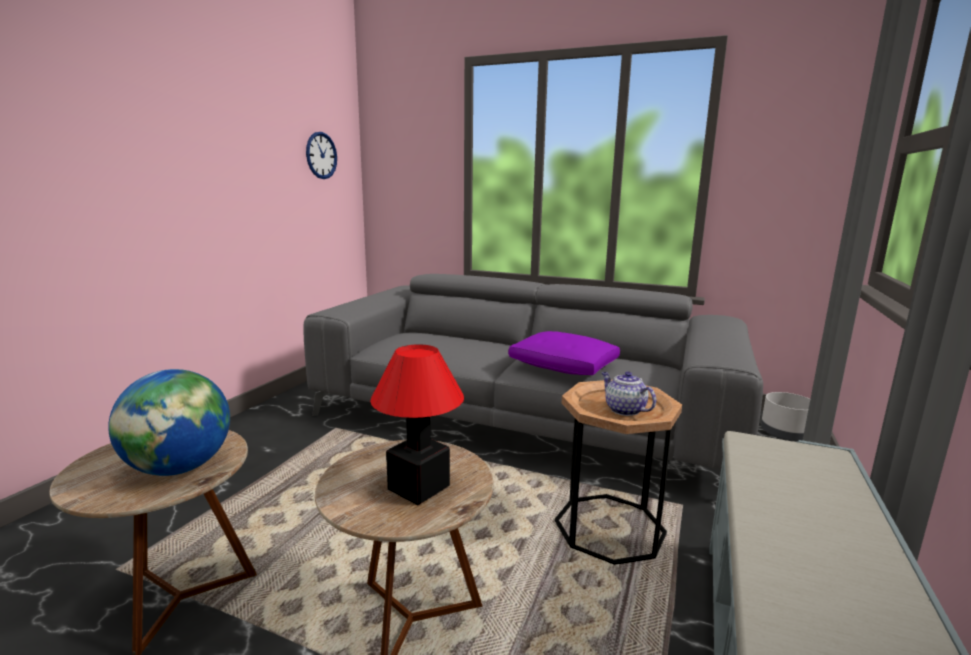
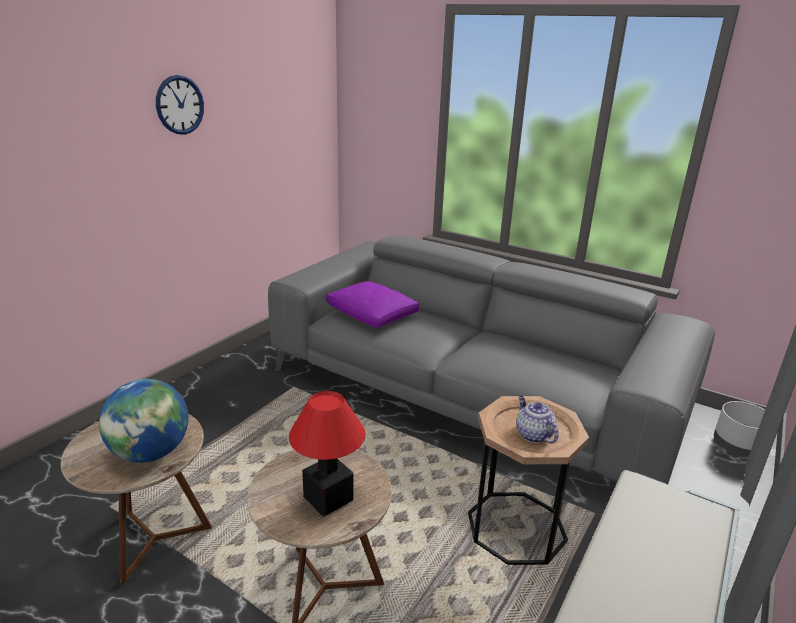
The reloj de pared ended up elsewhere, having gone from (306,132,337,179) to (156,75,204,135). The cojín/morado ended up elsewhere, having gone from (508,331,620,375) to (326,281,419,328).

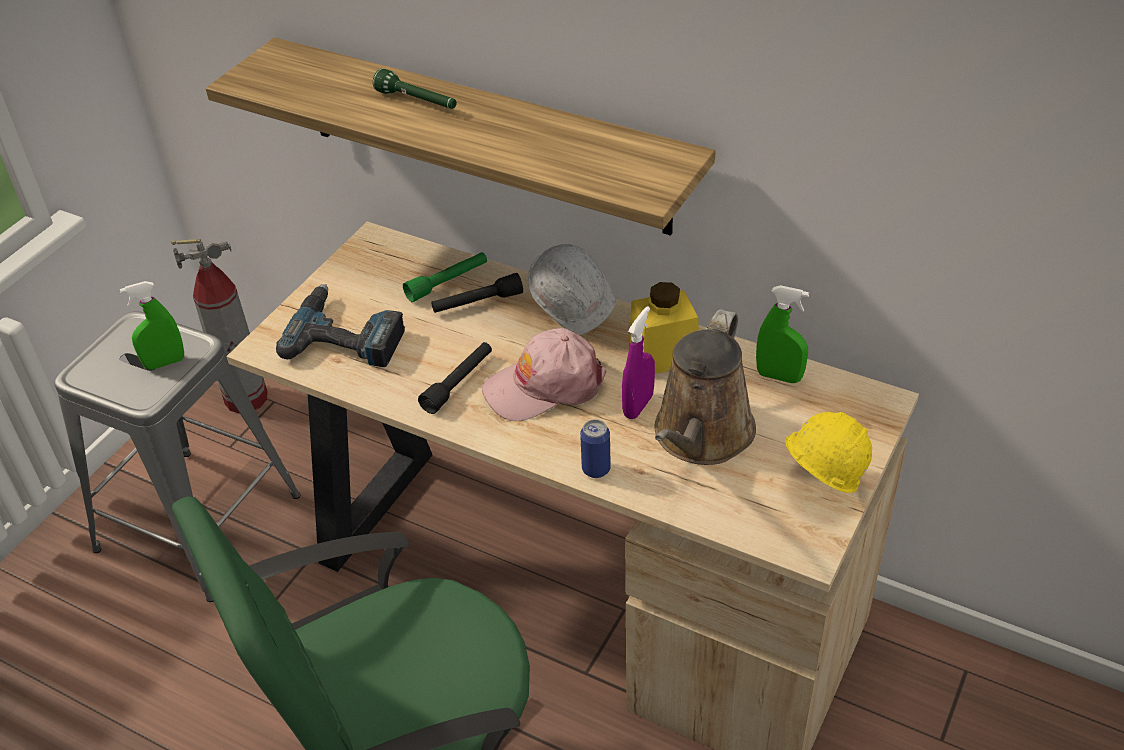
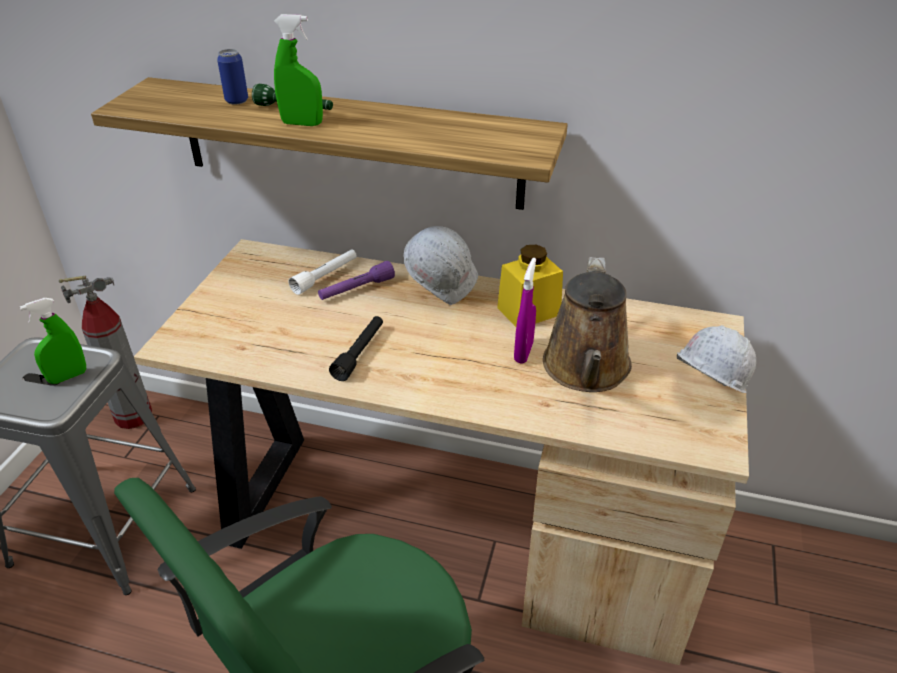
The second view lost the taladro at (276,284,405,367). The second view lost the gorra/rosa at (482,328,607,421). The lata ended up elsewhere, having gone from (580,419,611,478) to (217,49,248,105). The pulverizador/verde ended up elsewhere, having gone from (756,285,809,383) to (274,14,323,126). What was the linterna/verde at (403,252,487,303) turned into the linterna/blanco at (288,249,357,295). What was the linterna/negro at (431,273,523,313) turned into the linterna/morado at (318,261,395,300). What was the casco/amarillo at (785,412,872,494) turned into the casco/blanco at (677,325,756,393).

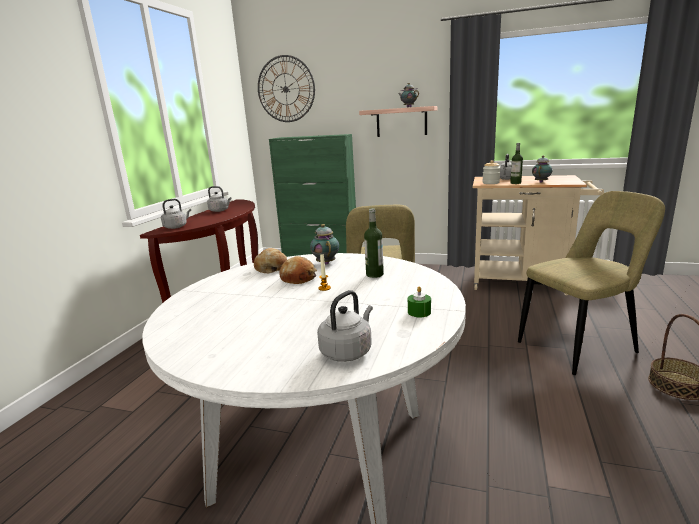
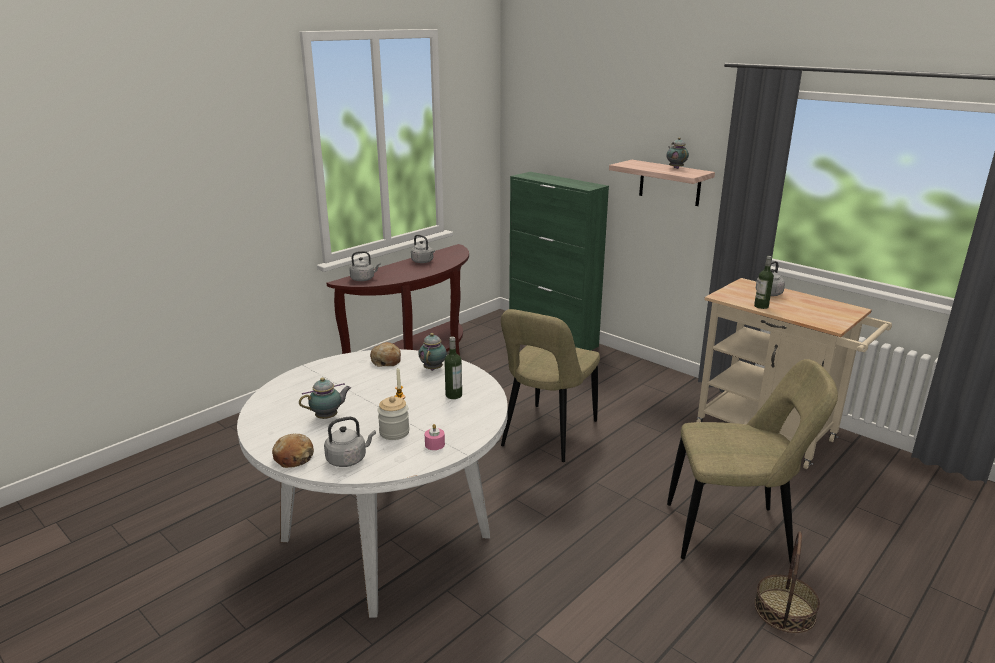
The second view lost the reloj de pared at (258,55,315,122). The pan ended up elsewhere, having gone from (279,256,317,284) to (272,434,314,468). The tarro ended up elsewhere, having gone from (482,160,500,184) to (377,396,410,440). The tetera ended up elsewhere, having gone from (532,156,552,183) to (299,377,351,419). What was the vela/verde at (408,286,431,317) turned into the vela/rosa at (425,424,445,450).

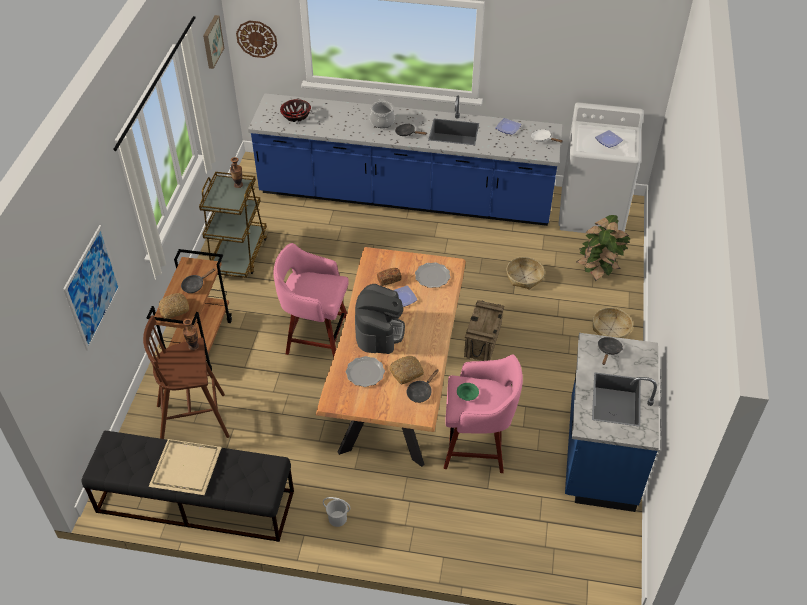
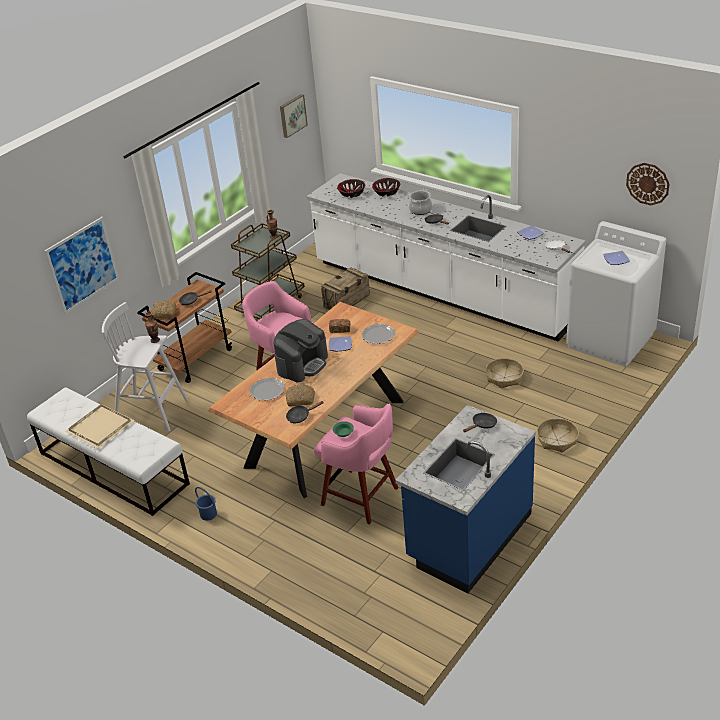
The second view lost the planta en maceta at (577,215,630,282). The second view gained the cuenco at (372,178,400,197). The reloj de pared ended up elsewhere, having gone from (236,21,277,58) to (626,163,670,205). The caja de embalaje ended up elsewhere, having gone from (464,300,504,361) to (321,267,370,310). What was the banco/negro at (82,431,294,542) turned into the banco/blanco at (27,388,190,516). What was the taburete/marrón at (143,316,230,439) turned into the taburete/blanco at (102,302,188,431). What was the mueble bajo de cocina/azul at (248,93,562,226) turned into the mueble bajo de cocina/blanco at (307,173,586,341). What was the cubo/blanco at (323,497,350,527) turned into the cubo/azul at (195,487,217,521).

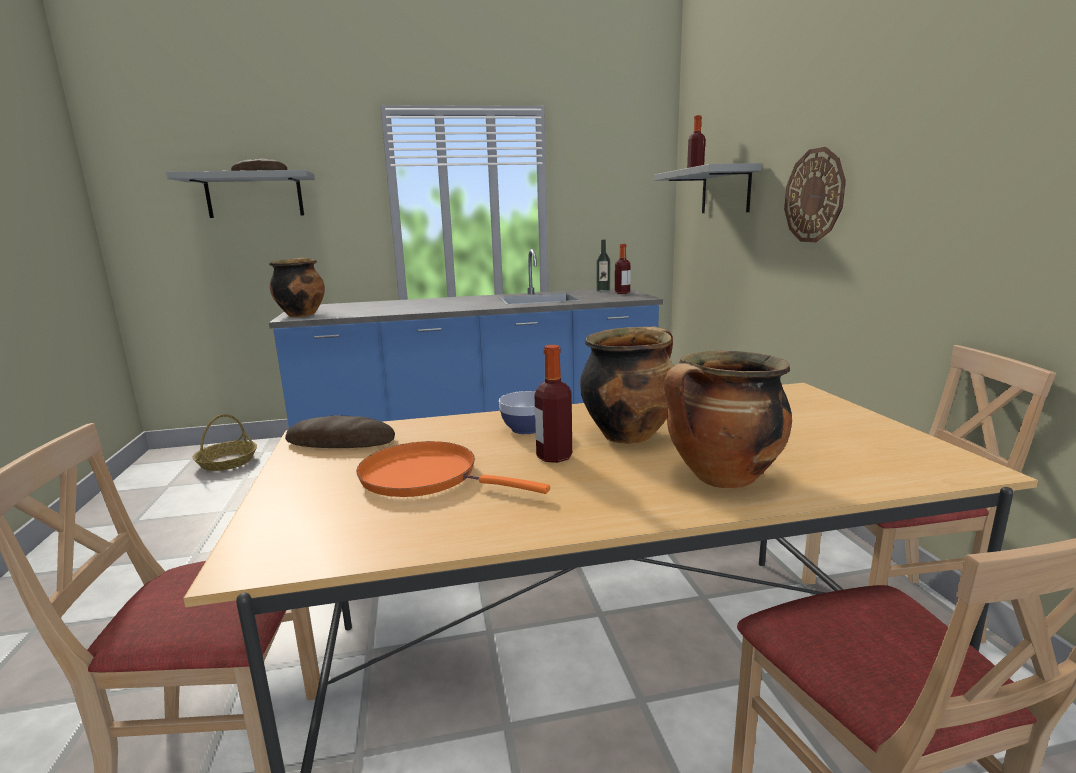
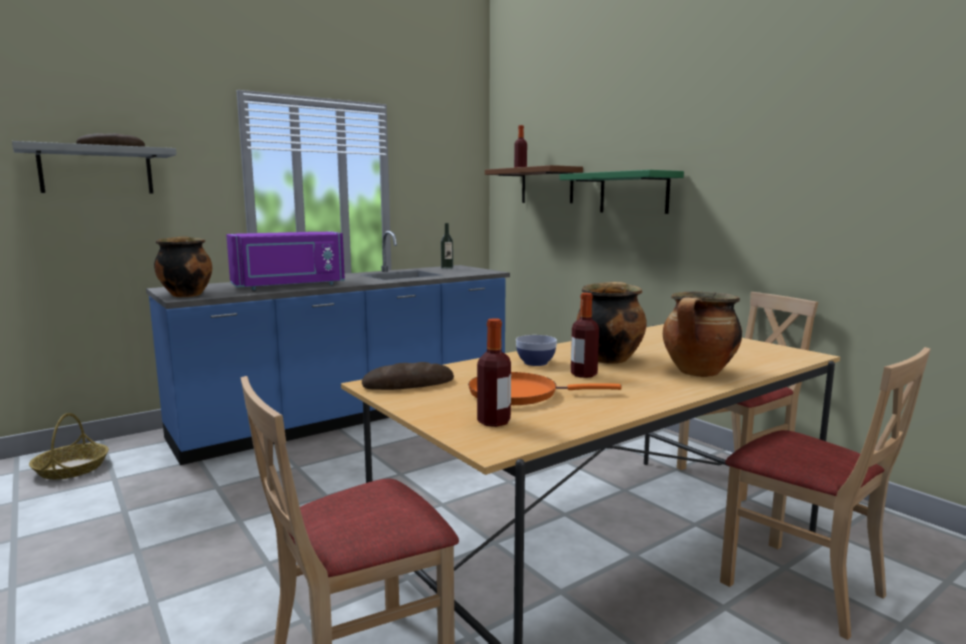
The second view gained the microondas/morado at (226,231,345,290). The botella ended up elsewhere, having gone from (615,244,631,294) to (477,318,511,427). Where the reloj de pared hung at (784,147,846,242), the estante/verde came to hang at (559,170,684,214). What was the estante/gris at (654,163,762,213) turned into the estante/marrón at (485,165,583,203).

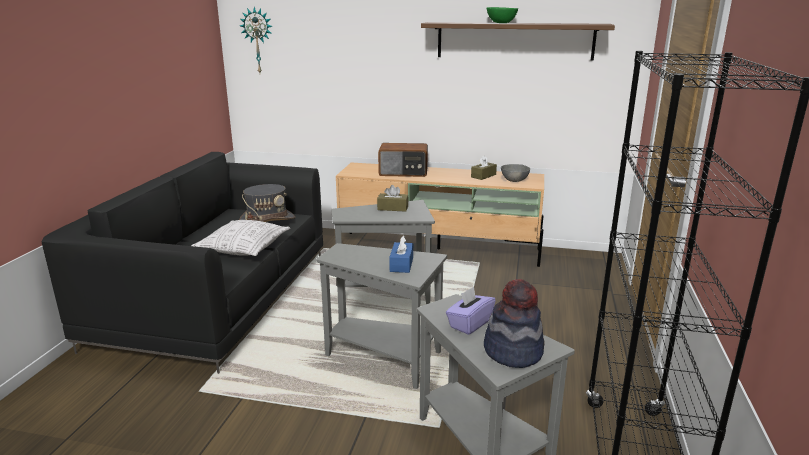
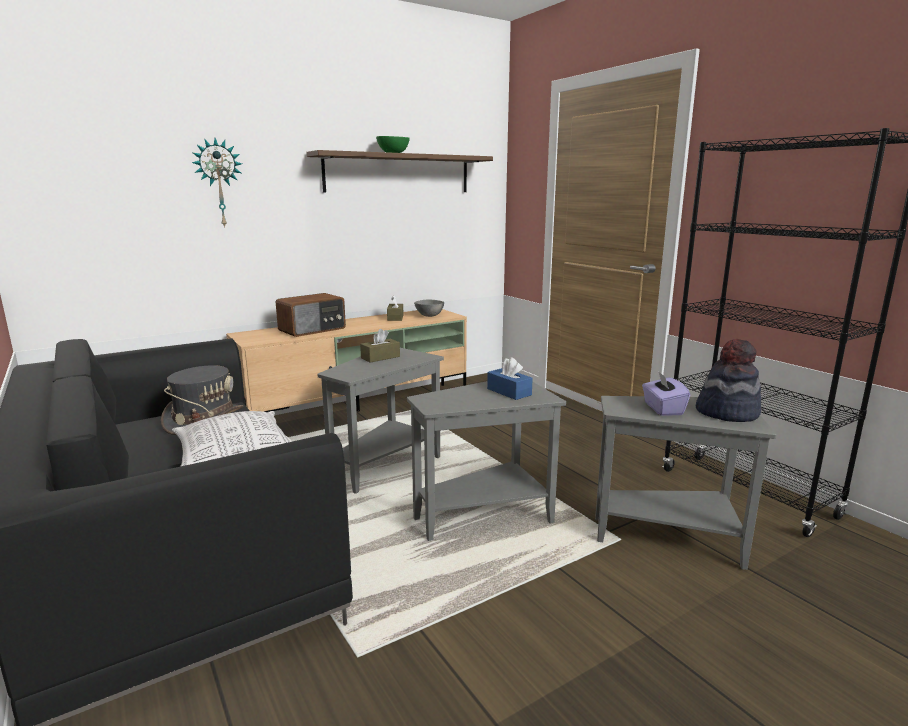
The reloj de pared ended up elsewhere, having gone from (239,7,272,73) to (192,138,242,228).

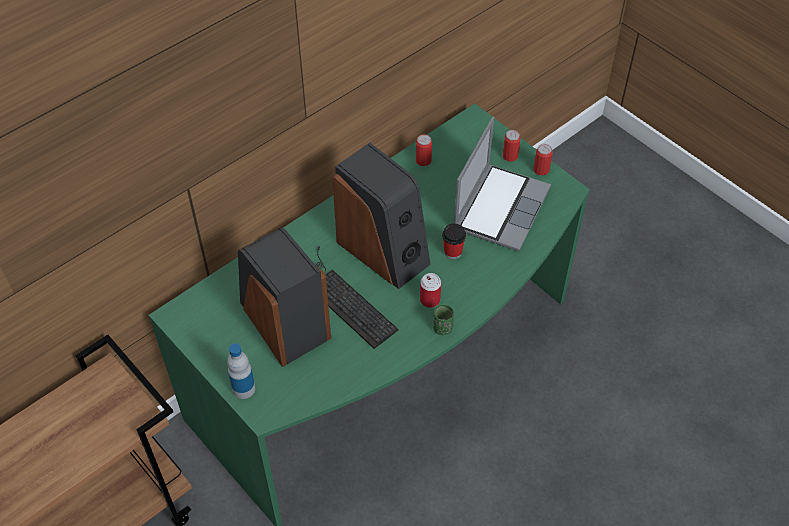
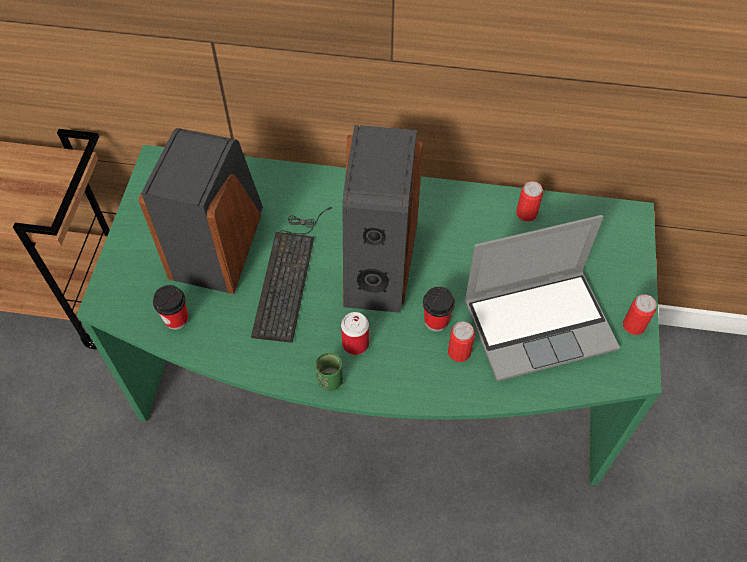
The second view lost the botella at (227,343,255,399). The second view gained the taza at (153,285,189,330). The lata ended up elsewhere, having gone from (502,130,521,162) to (448,322,475,362).

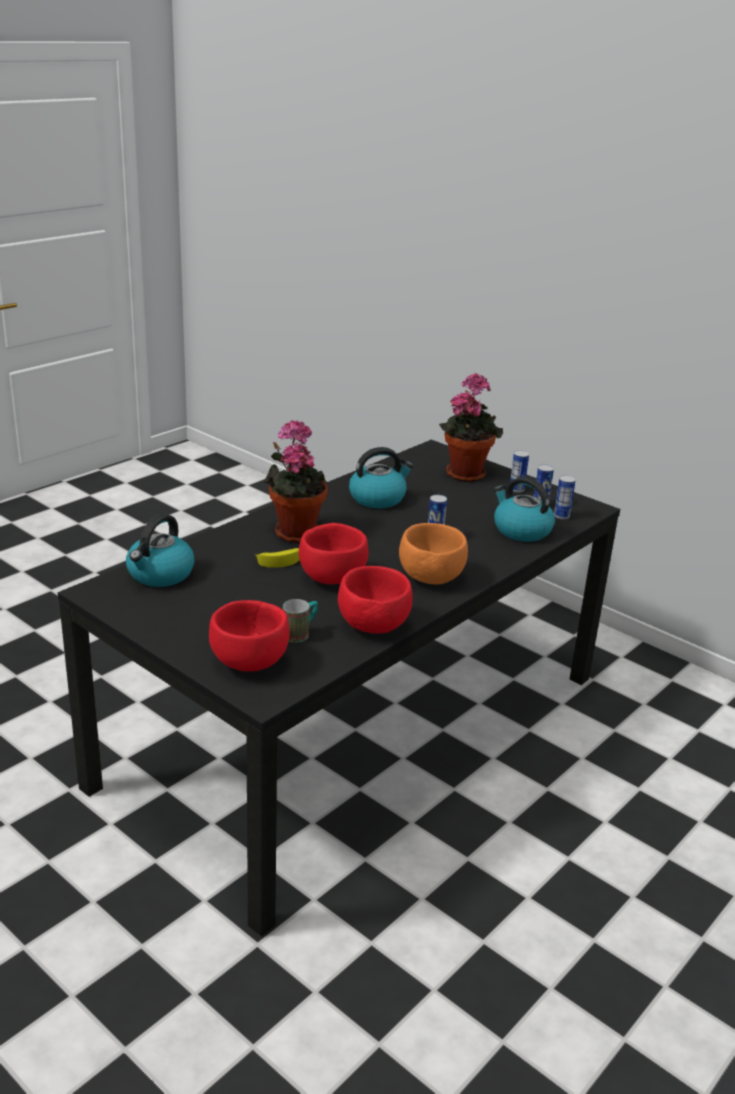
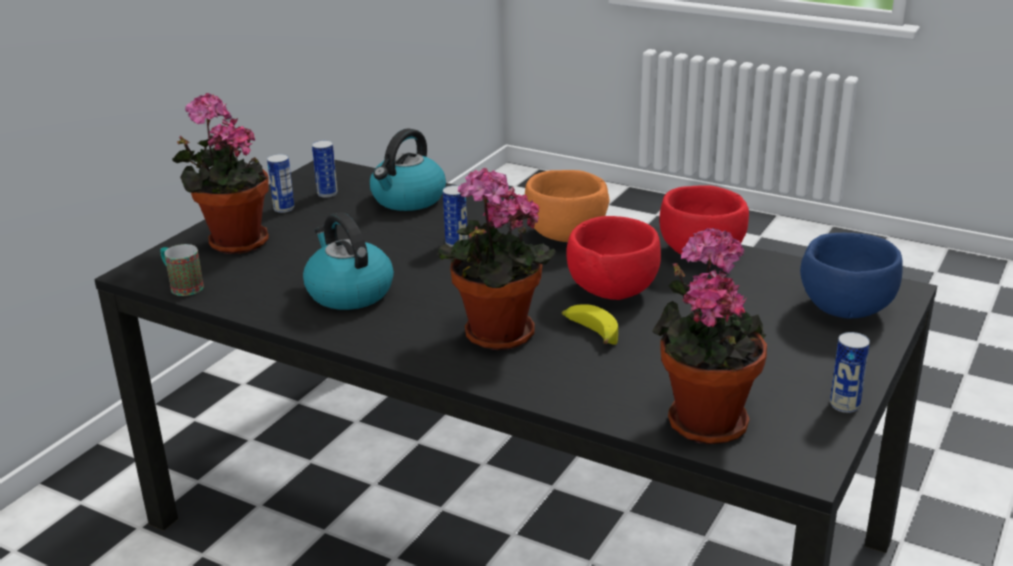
The taza grande ended up elsewhere, having gone from (283,599,318,643) to (160,244,204,296). The lata ended up elsewhere, having gone from (554,475,576,520) to (830,332,870,413). Where the hervidor stood at (126,513,195,587), the planta en maceta came to stand at (652,228,767,445). What was the cuenco/rojo at (209,600,290,672) turned into the cuenco/azul at (800,233,903,318).

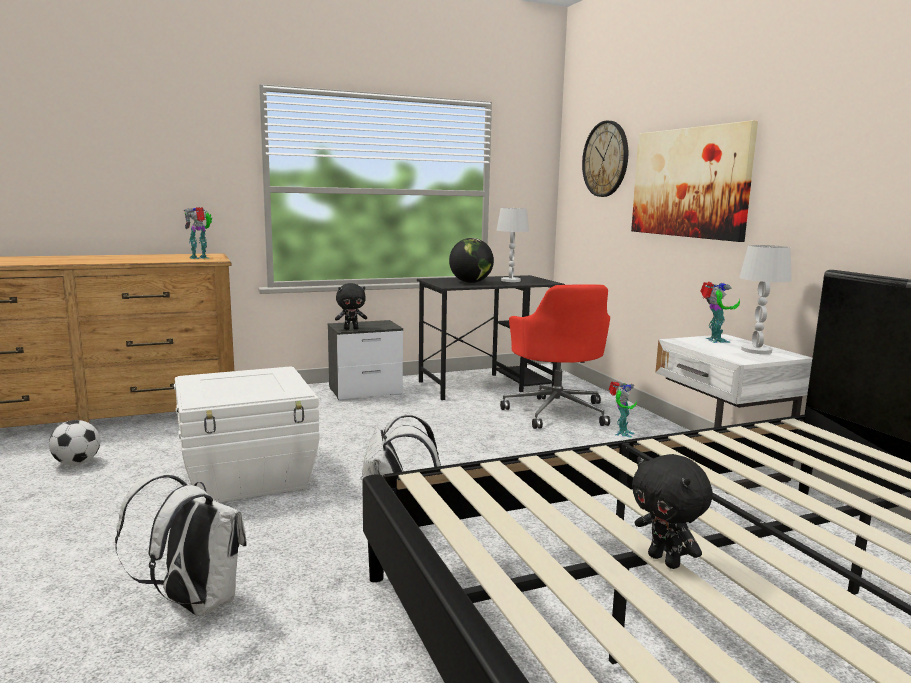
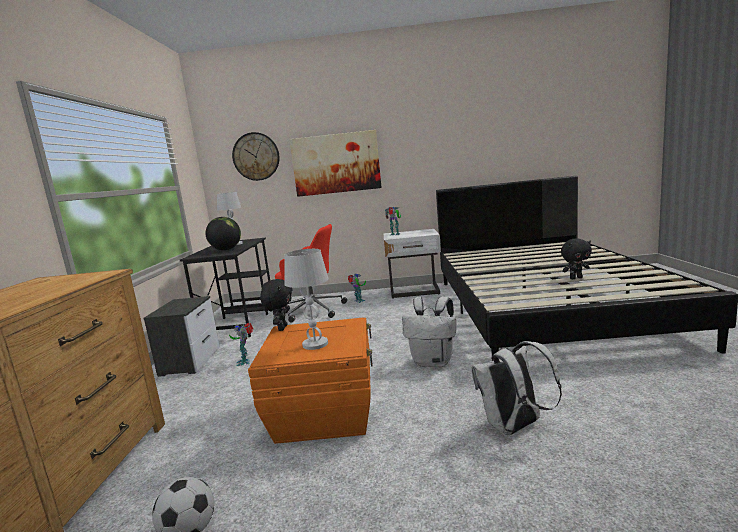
The robot de juguete ended up elsewhere, having gone from (184,207,212,259) to (229,323,253,366). The peluche/negro ended up elsewhere, having gone from (335,283,367,330) to (260,279,293,331). The lámpara de mesa/blanco ended up elsewhere, having gone from (739,245,792,354) to (285,249,329,350). What was the caja de almacenaje/blanco at (174,366,320,502) turned into the caja de almacenaje/naranja at (248,318,373,444).

